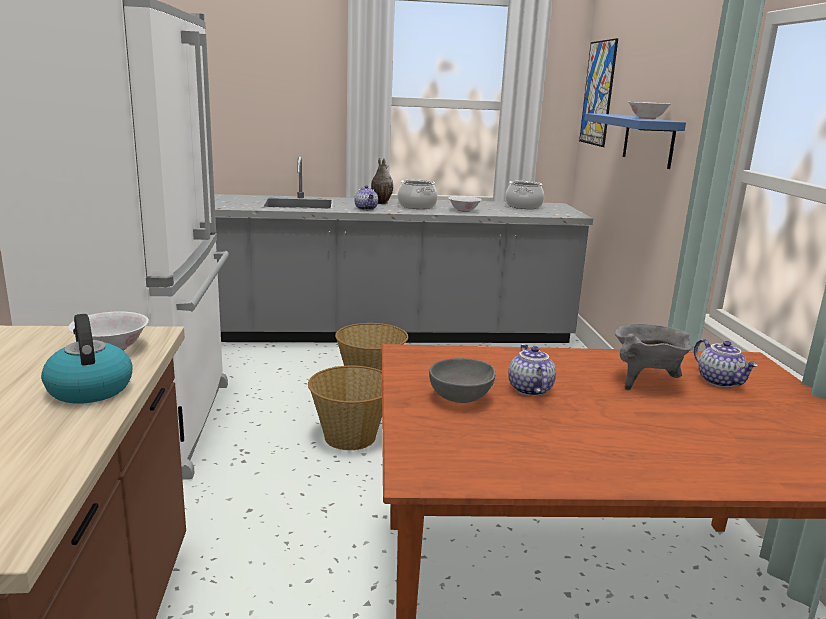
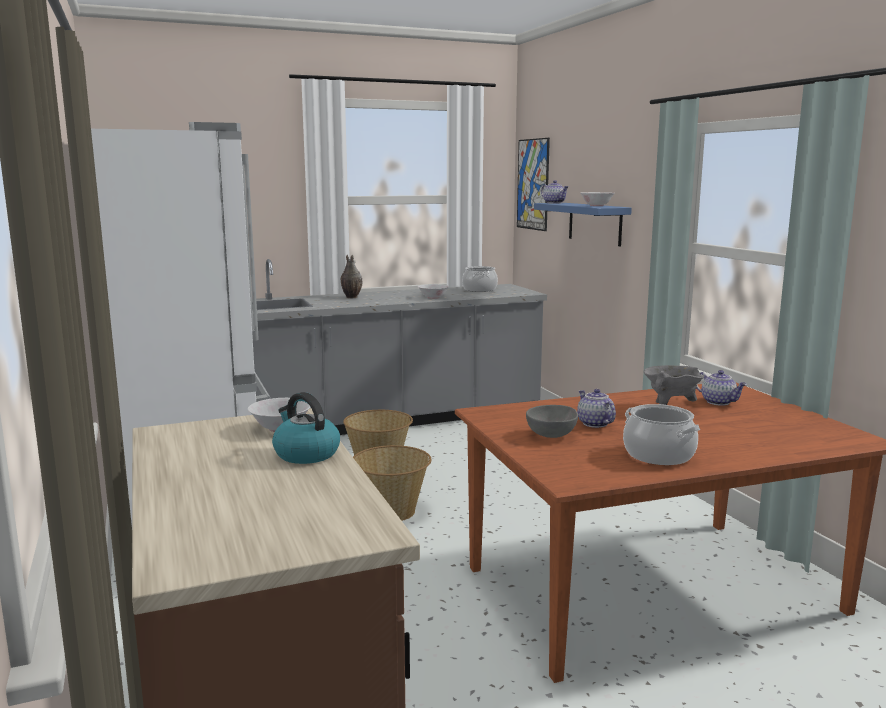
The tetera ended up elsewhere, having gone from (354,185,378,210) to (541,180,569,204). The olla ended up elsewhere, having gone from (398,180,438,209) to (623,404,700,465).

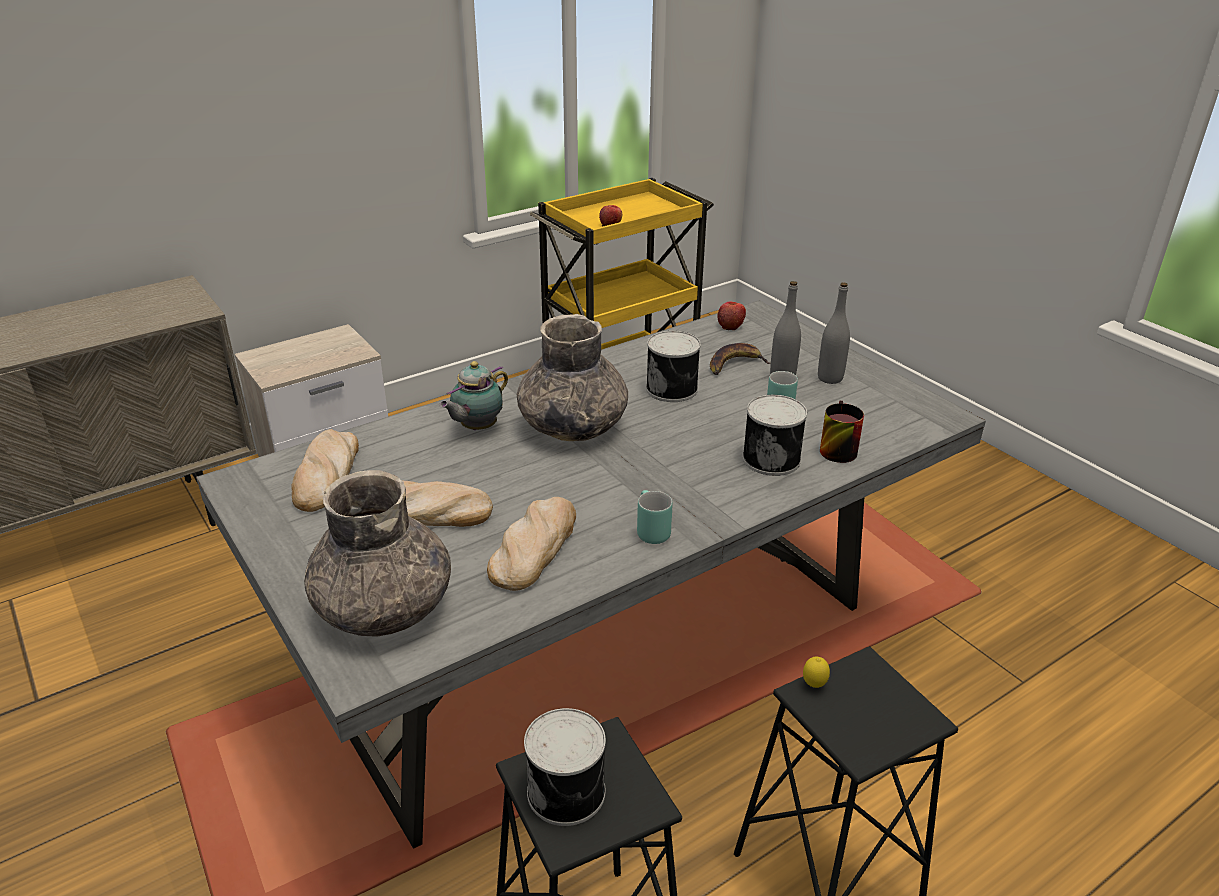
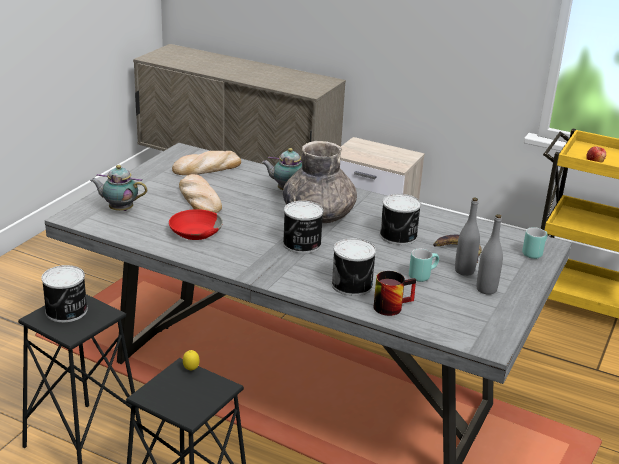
The second view lost the manzana at (718,302,746,330). The second view gained the lata at (283,201,323,254). The taza grande/turquesa ended up elsewhere, having gone from (637,490,673,544) to (522,227,548,259). Where the florero/gris stood at (304,470,451,637), the tetera came to stand at (90,165,147,211). Where the pan stood at (487,497,576,591), the cuenco/rojo came to stand at (169,209,223,240).

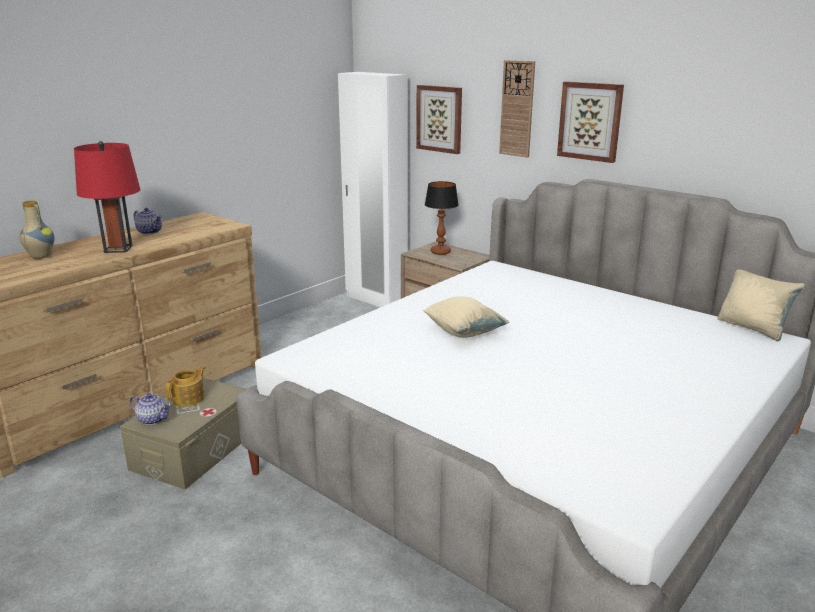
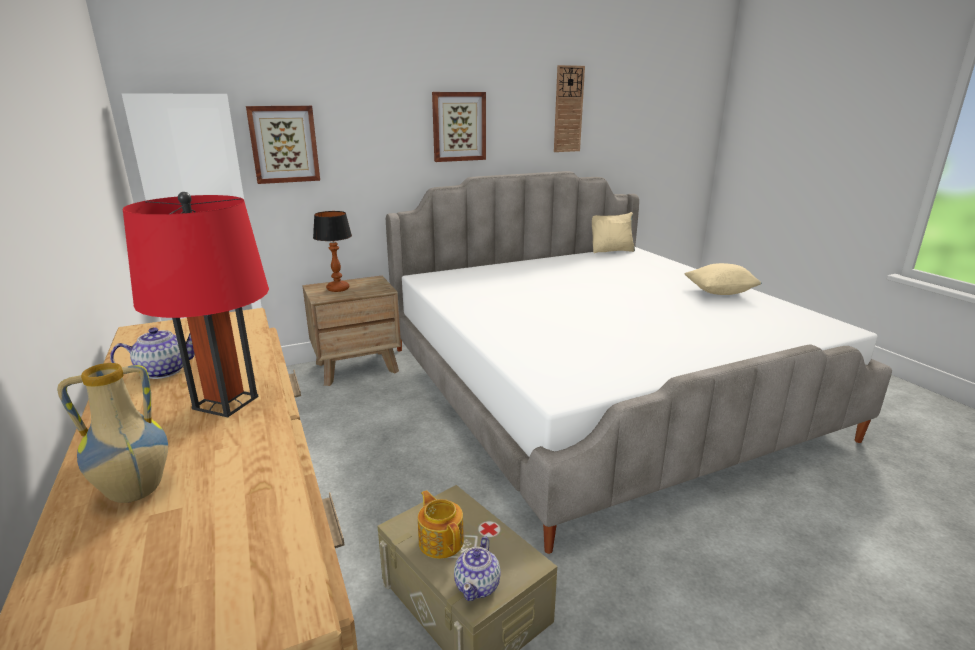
The cojín/beis ended up elsewhere, having gone from (423,296,510,338) to (684,263,762,295). The reloj de pared ended up elsewhere, having gone from (499,60,535,158) to (554,65,585,152). The tetera at (129,393,171,425) ended up facing another way, 150 degrees clockwise from before.

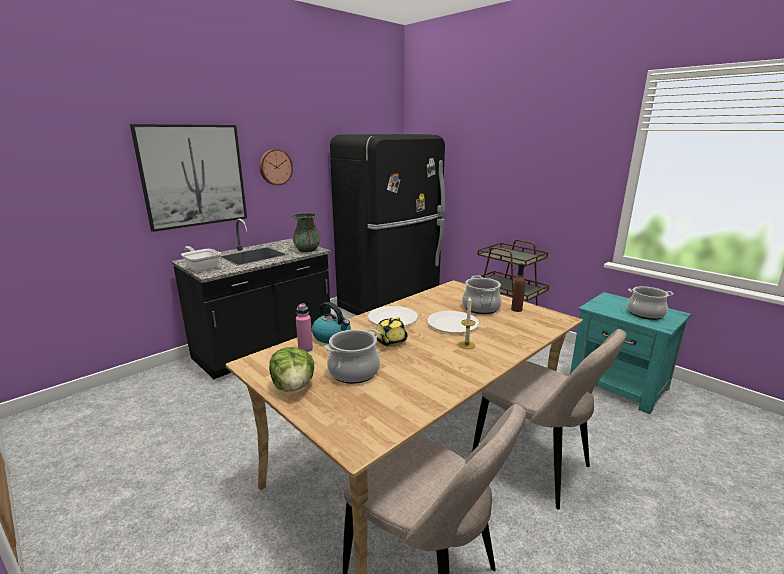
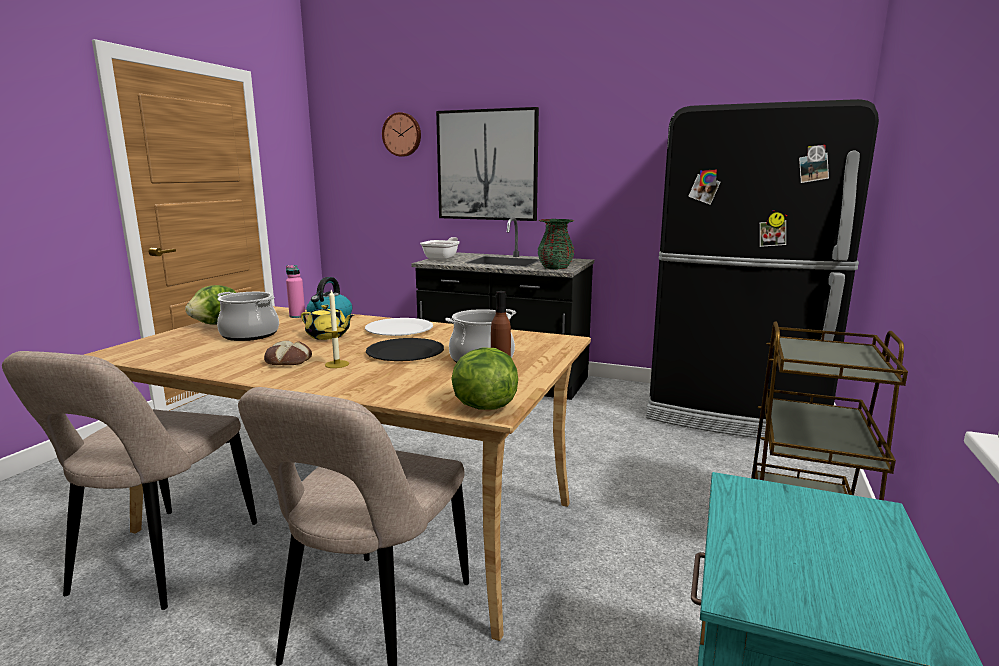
The second view lost the olla at (627,286,674,320). The second view gained the pan at (264,340,312,365). The second view gained the lechuga at (451,348,518,410). The reloj de pared ended up elsewhere, having gone from (259,149,293,185) to (382,112,421,157). What was the plato/blanco at (427,311,479,333) turned into the plato/negro at (366,338,444,361). The tetera/amarillo at (375,317,407,347) ended up facing another way, 150 degrees counterclockwise from before.

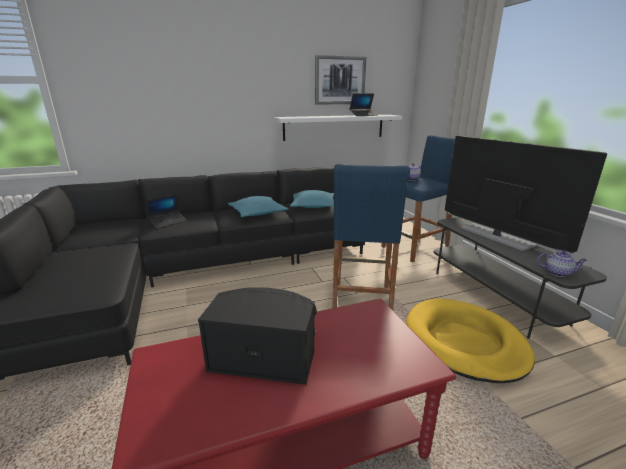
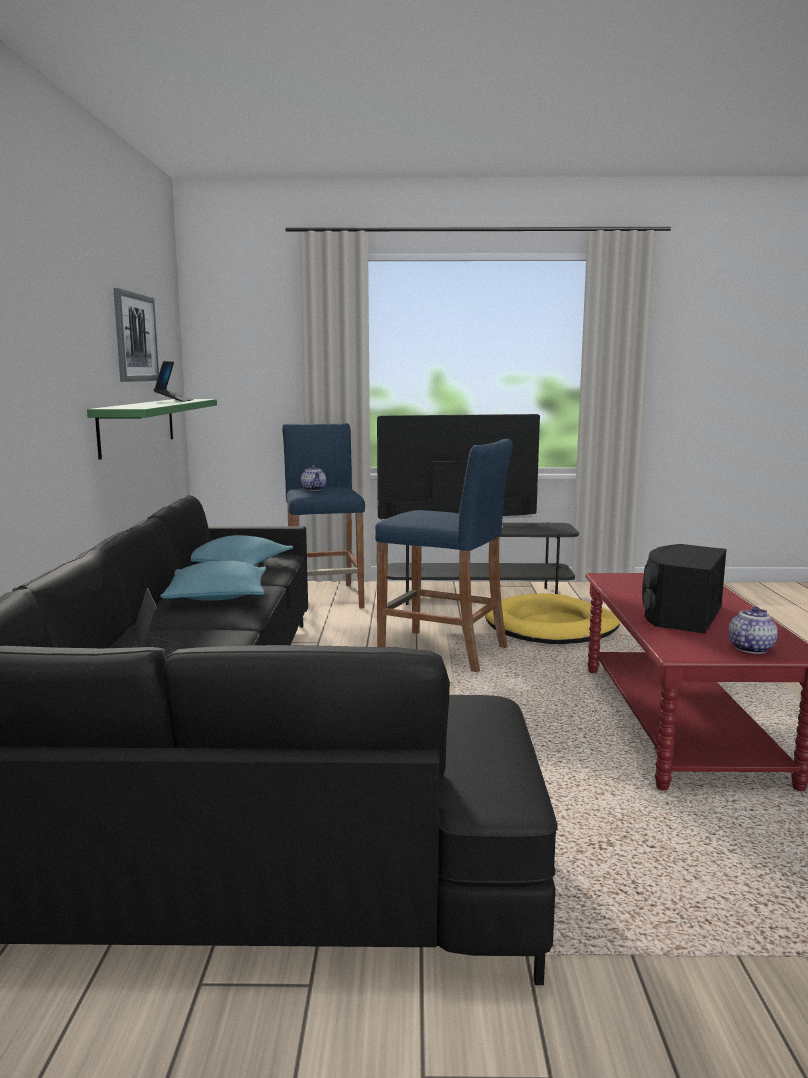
The tetera ended up elsewhere, having gone from (537,251,587,277) to (728,606,777,654). What was the estante/blanco at (274,115,402,141) turned into the estante/verde at (87,399,217,460).

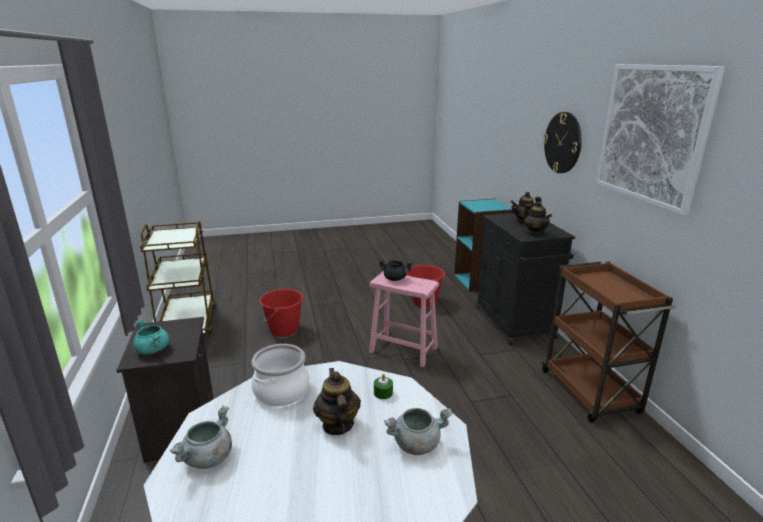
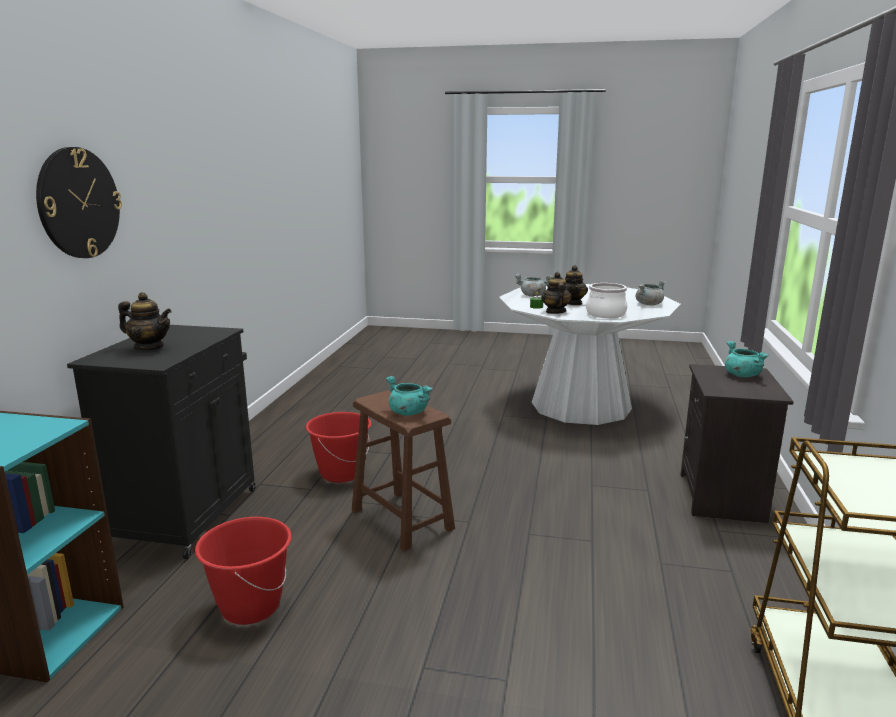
The second view lost the carrito/marrón at (542,261,676,423). The second view lost the cuadro at (596,64,725,215). The cubo/rojo ended up elsewhere, having gone from (259,289,304,337) to (306,412,371,483). The tetera ended up elsewhere, having gone from (523,201,552,236) to (541,272,572,314). What was the taburete/rosa at (369,271,439,367) turned into the taburete/marrón at (351,390,455,551). What was the olla/negro at (378,259,413,281) turned into the olla/turquesa at (386,376,432,416).

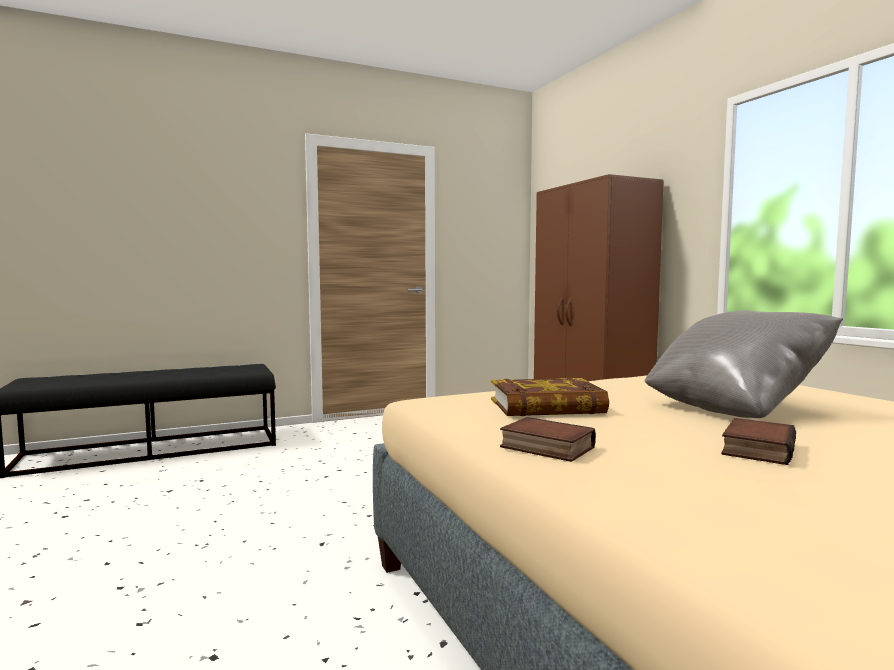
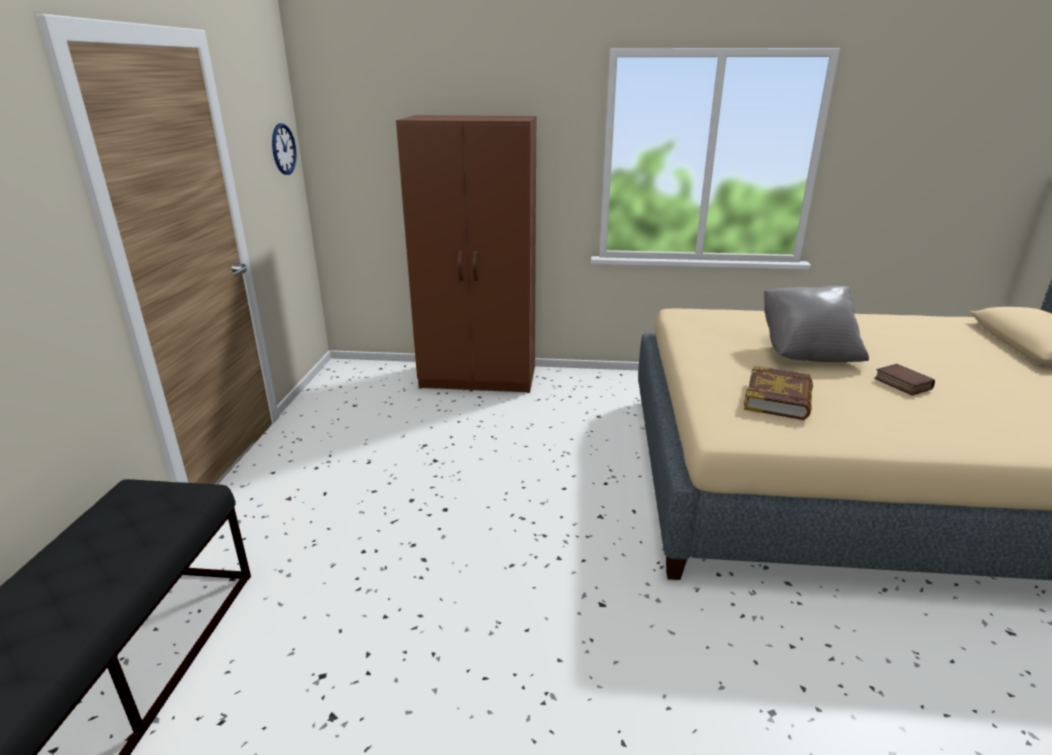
The second view lost the libro at (500,417,596,462). The second view gained the reloj de pared at (272,123,297,175).

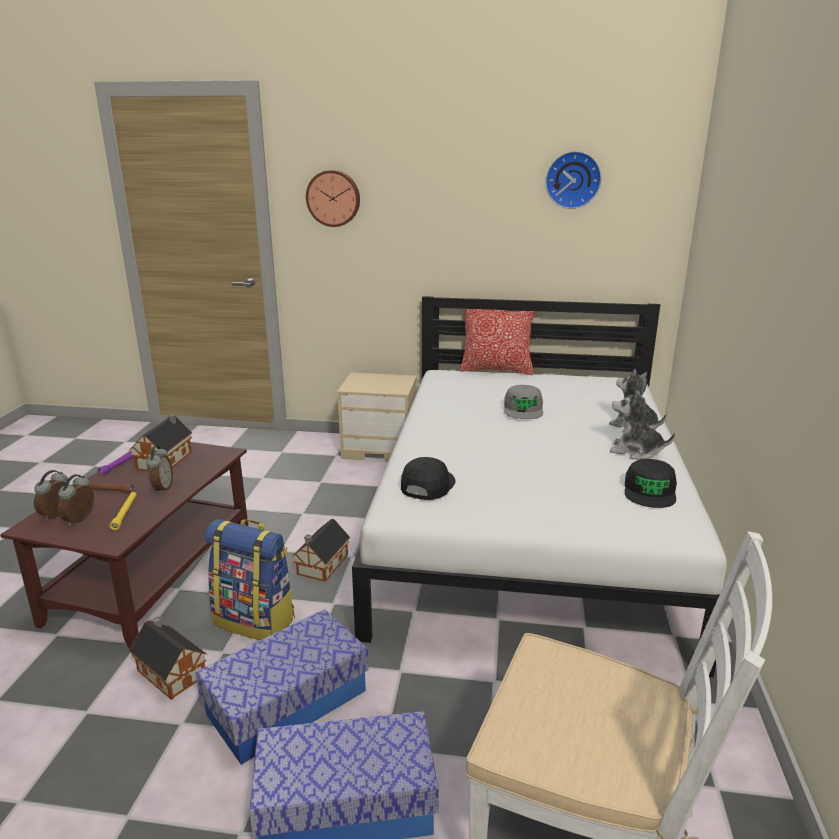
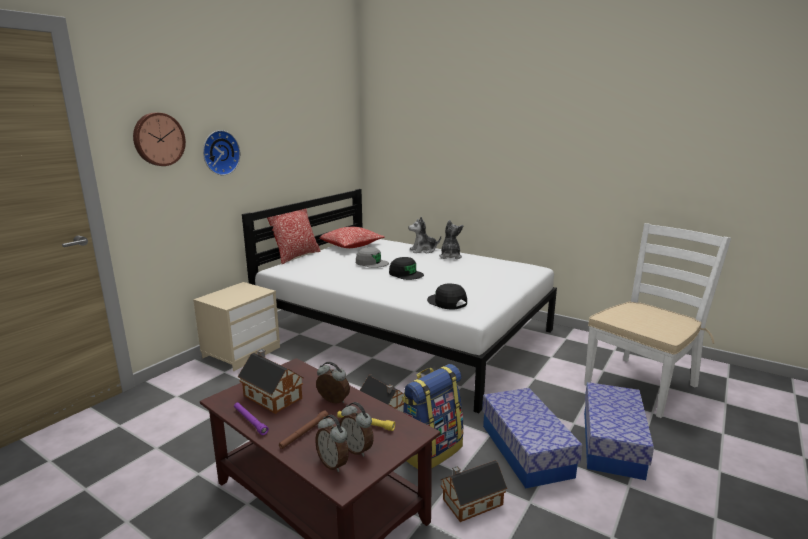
The second view gained the cojín at (320,227,385,248). The reloj de pared ended up elsewhere, having gone from (545,151,602,209) to (203,130,240,175). The gorra/negro ended up elsewhere, having gone from (625,459,677,508) to (389,257,424,280). The peluche at (610,390,675,460) ended up facing another way, 135 degrees clockwise from before.

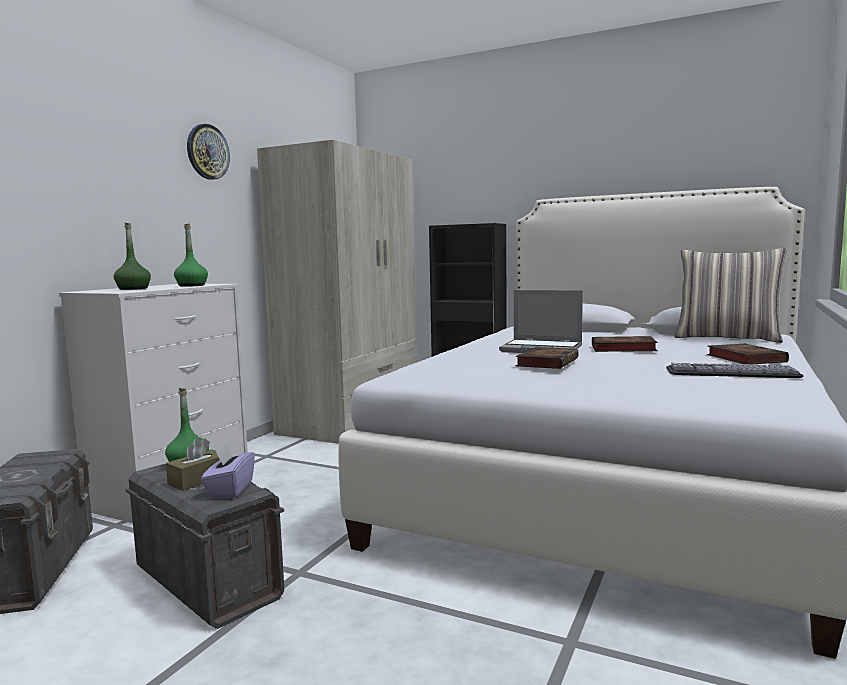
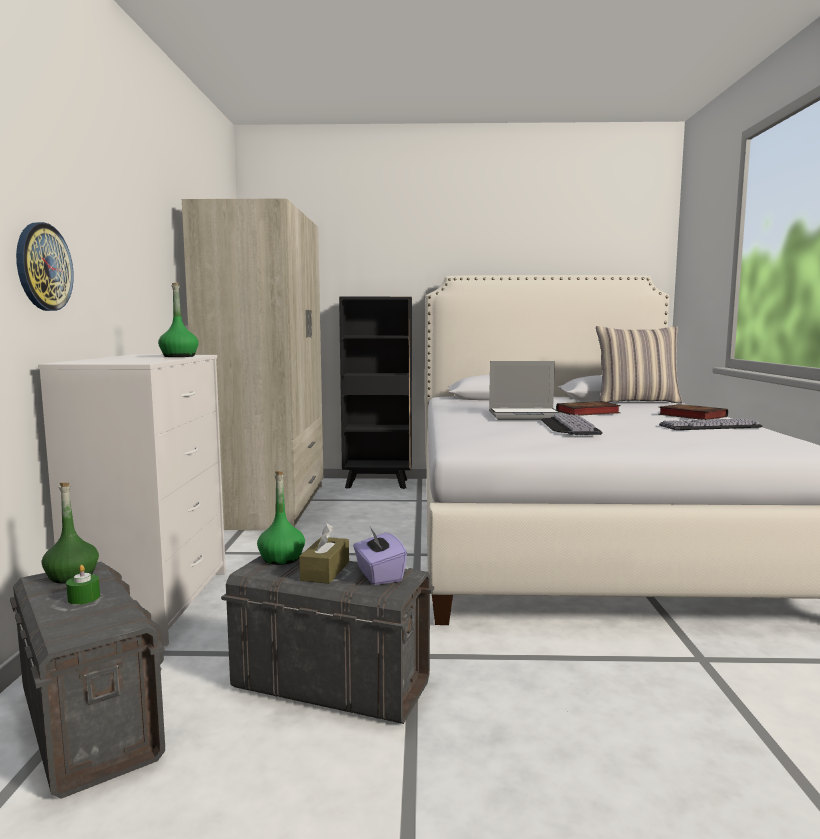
The second view gained the vela/verde at (66,565,100,605). The botella/verde ended up elsewhere, having gone from (114,223,151,290) to (42,482,99,583). The reloj de pared ended up elsewhere, having gone from (187,124,230,180) to (16,222,74,311). Where the libro stood at (516,347,579,369), the teclado came to stand at (541,414,603,435).

